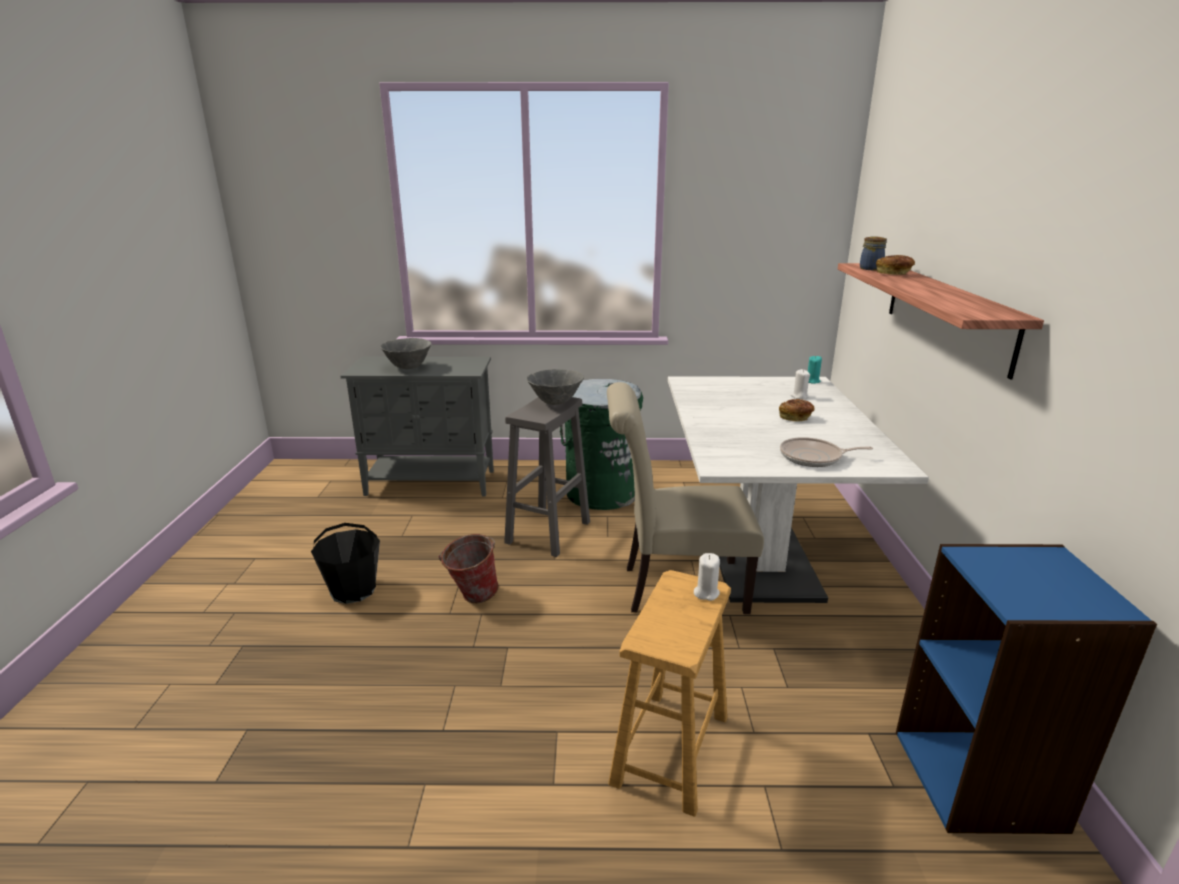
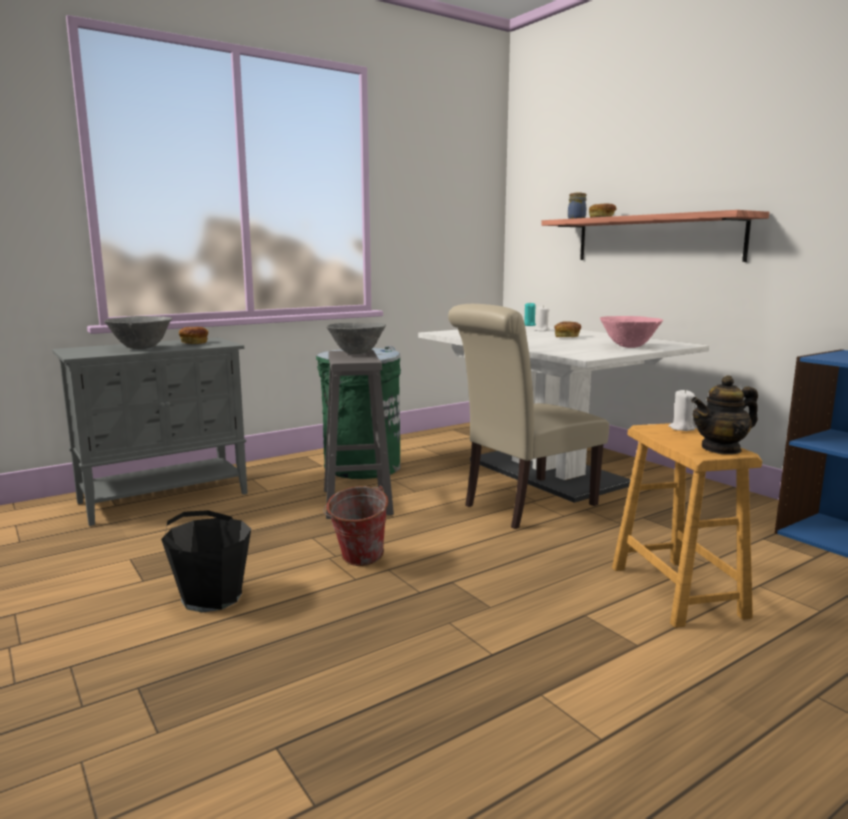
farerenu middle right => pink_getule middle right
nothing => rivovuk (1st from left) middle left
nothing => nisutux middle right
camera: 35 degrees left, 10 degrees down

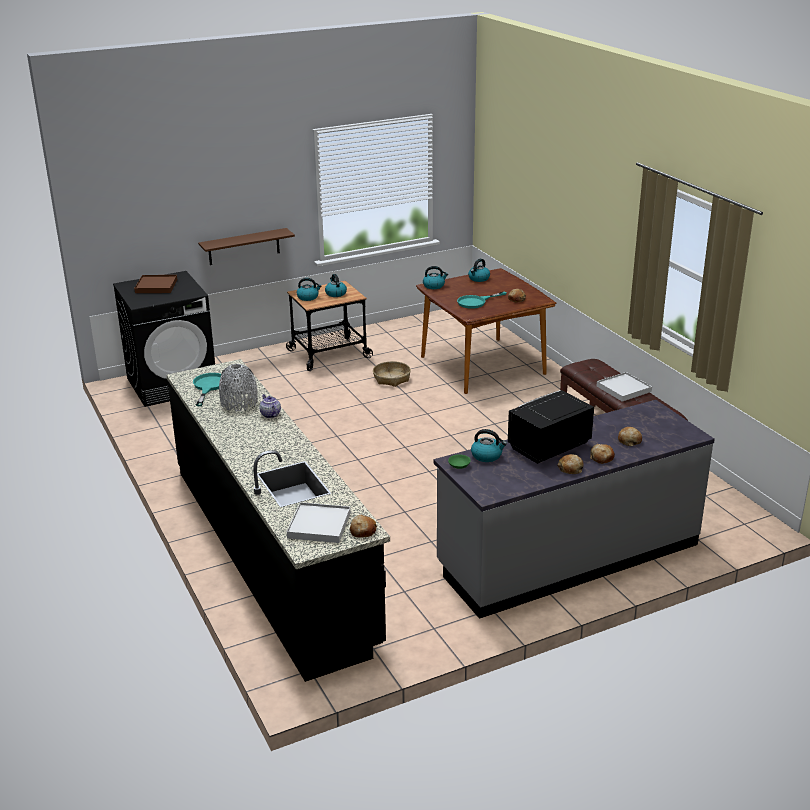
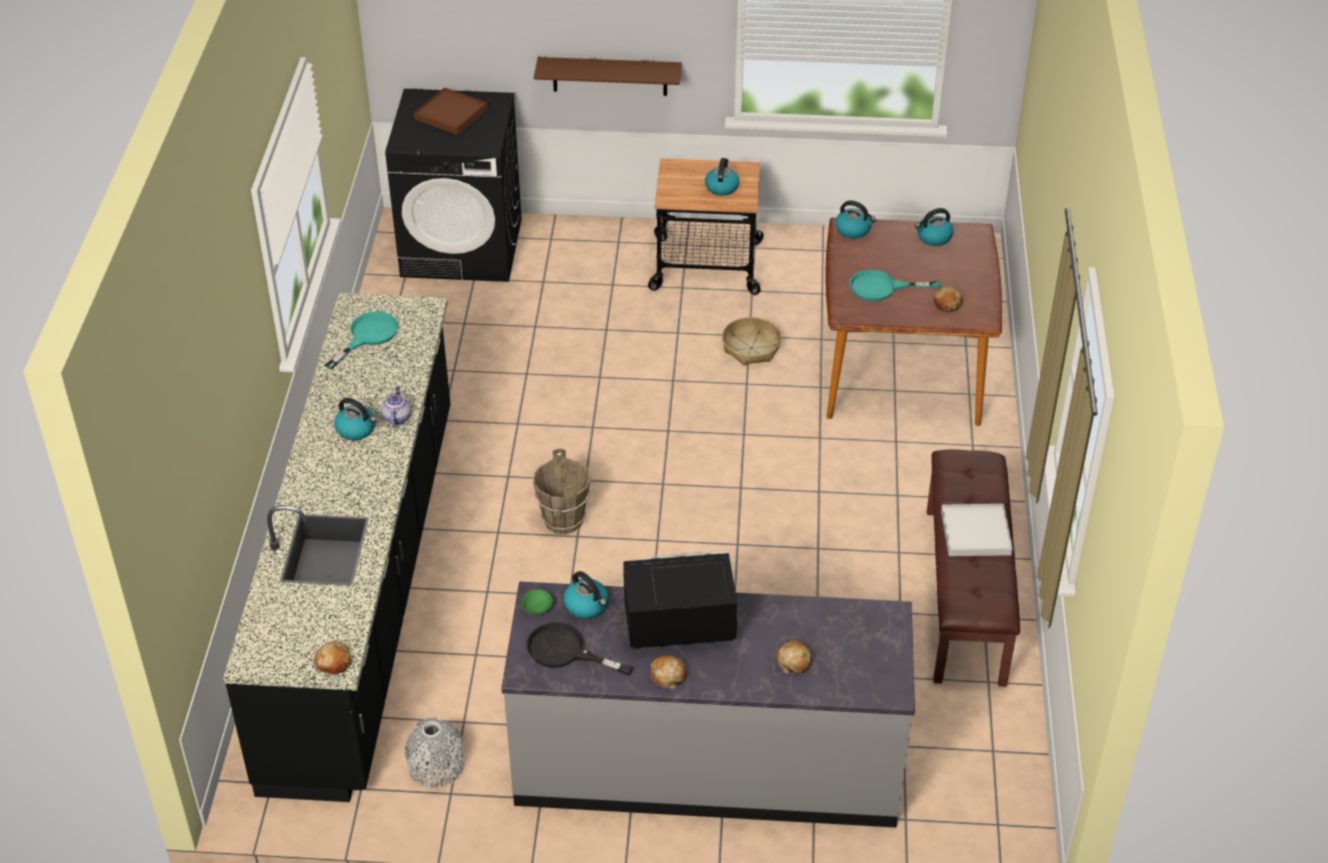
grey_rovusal middle left => grey_rovusal bottom left, move
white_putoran (1st from left) centre => nothing
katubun (1st from left) centre => katubun (1st from left) middle left, move
rivovuk (4th from left) middle right => nothing
nothing => black_farerenu bottom centre
nothing => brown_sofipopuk centre
camera: 30 degrees right, 15 degrees up

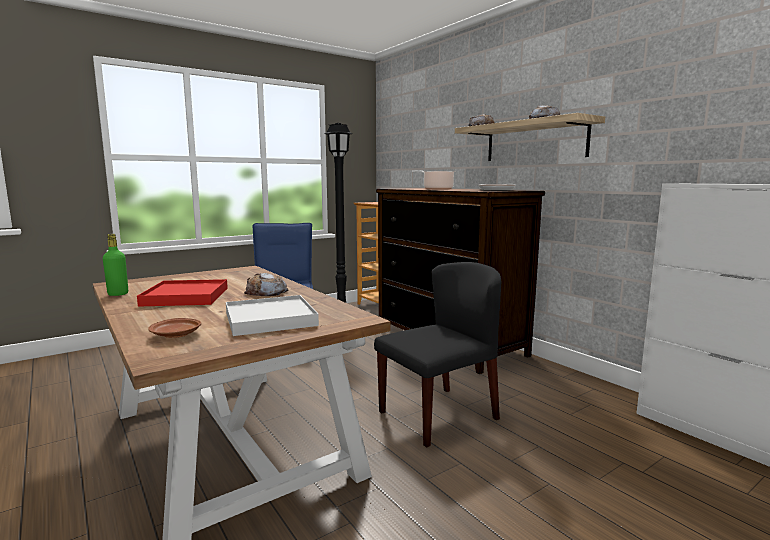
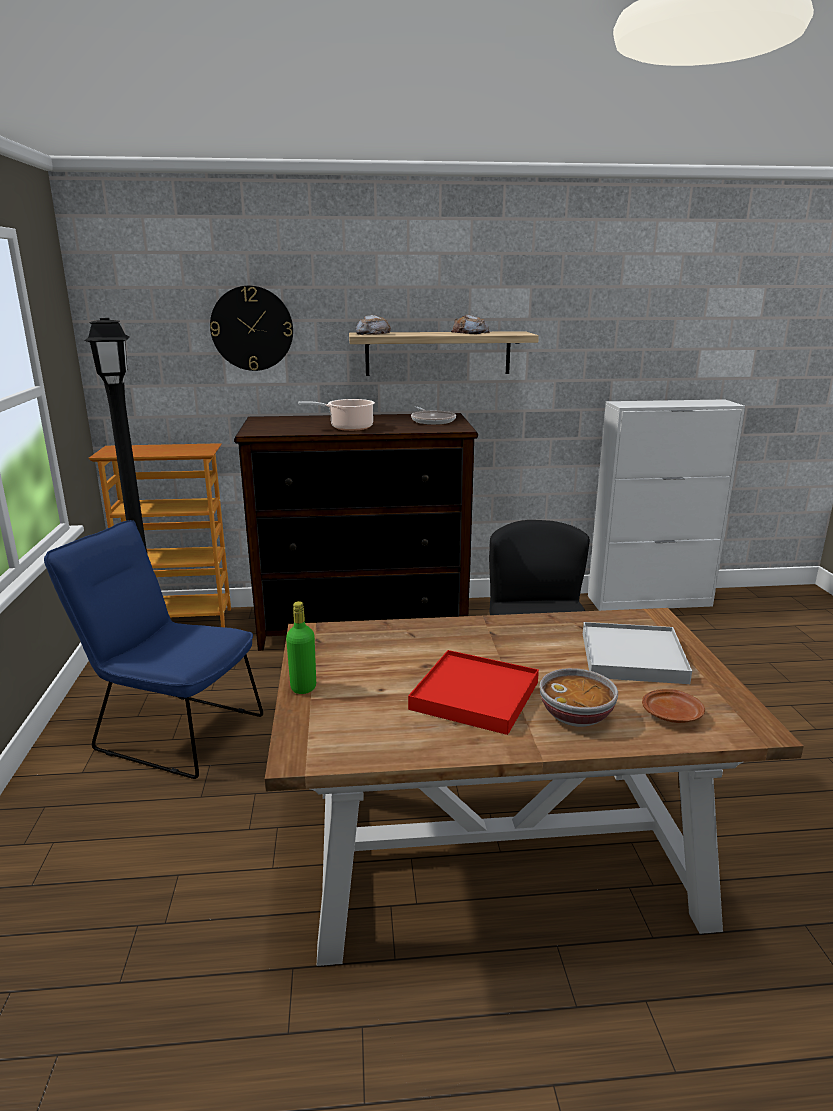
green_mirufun middle left => green_mirufun centre, move
rivovuk (1st from left) centre => nothing
nothing => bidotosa top left
nothing => getule middle right
camera: 60 degrees left, 10 degrees up

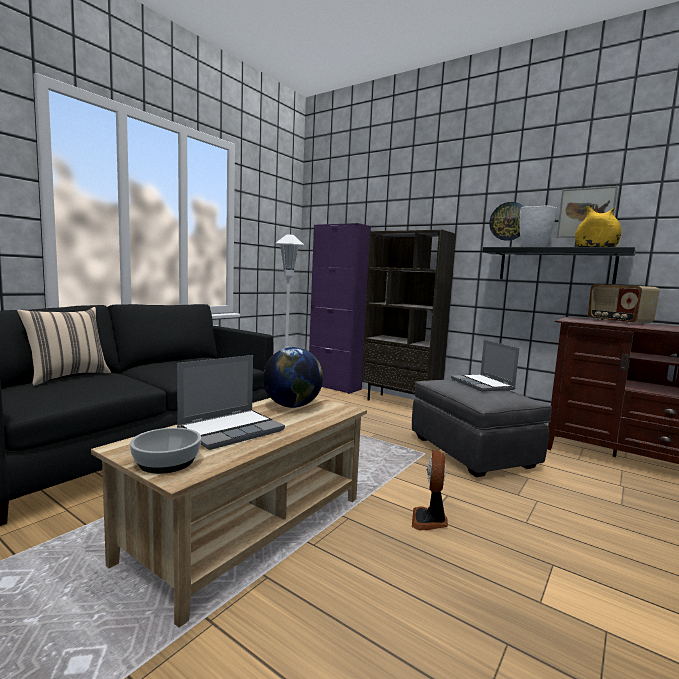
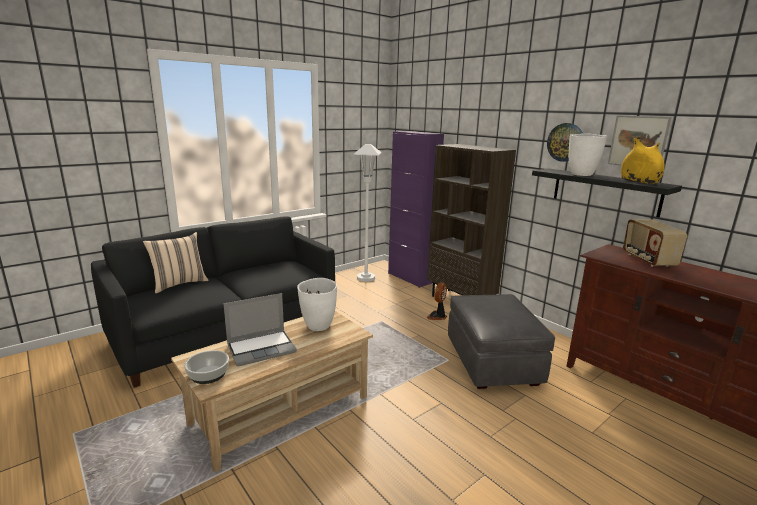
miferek centre => white_rovusal (1st from left) centre
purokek bottom centre => purokek centre, move
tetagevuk (2nd from left) middle right => nothing
camera: 15 degrees right, 10 degrees up

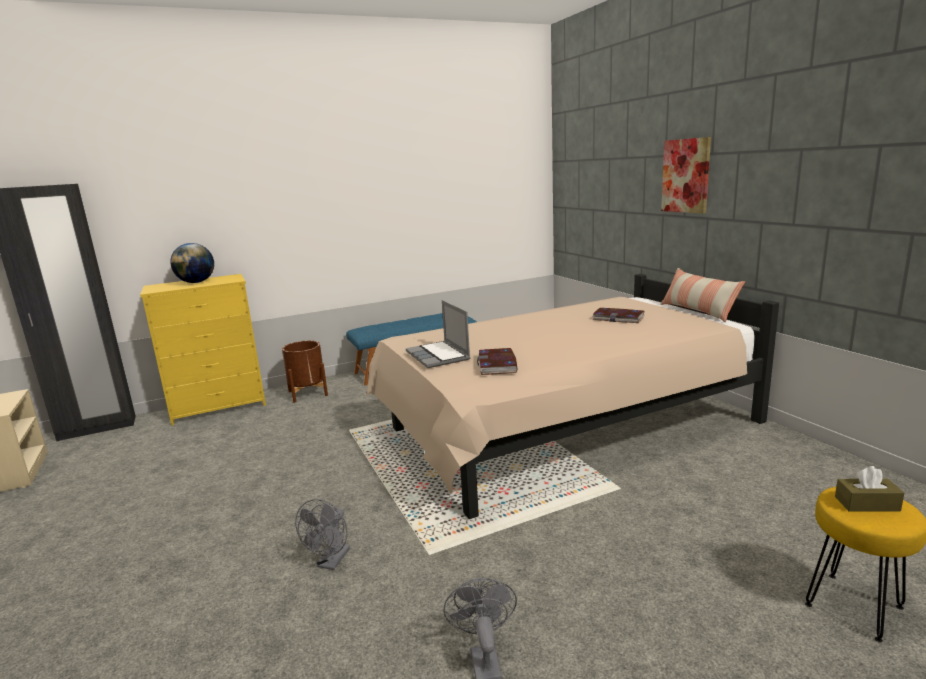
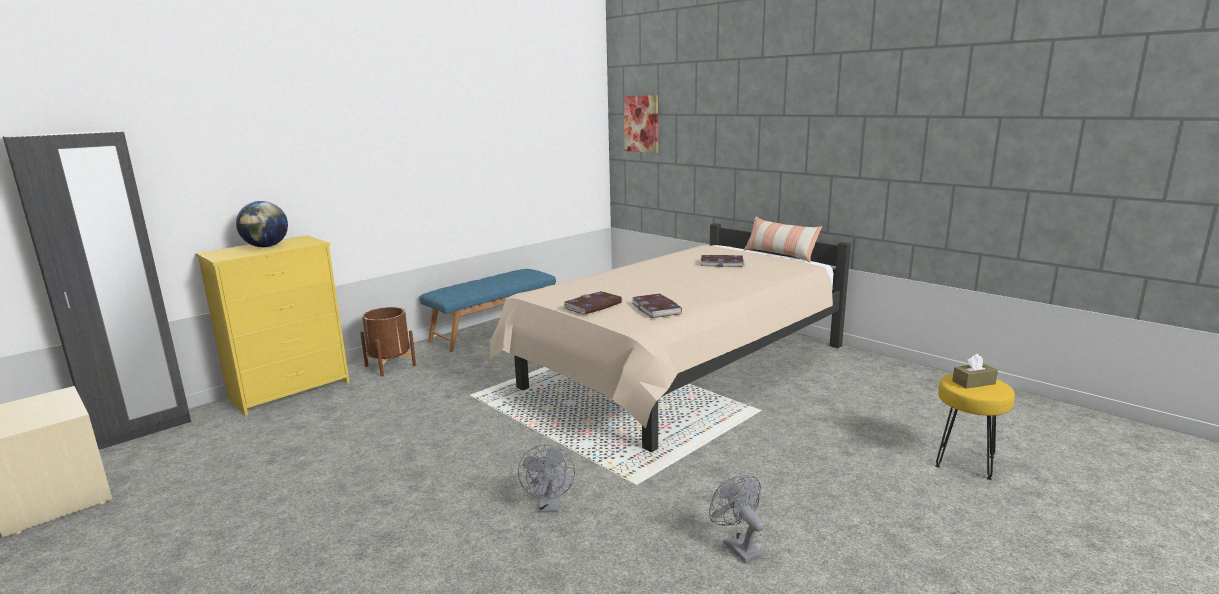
tetagevuk centre => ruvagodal (1st from left) centre
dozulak top right => dozulak top centre, move
camera: 20 degrees left, 0 degrees up

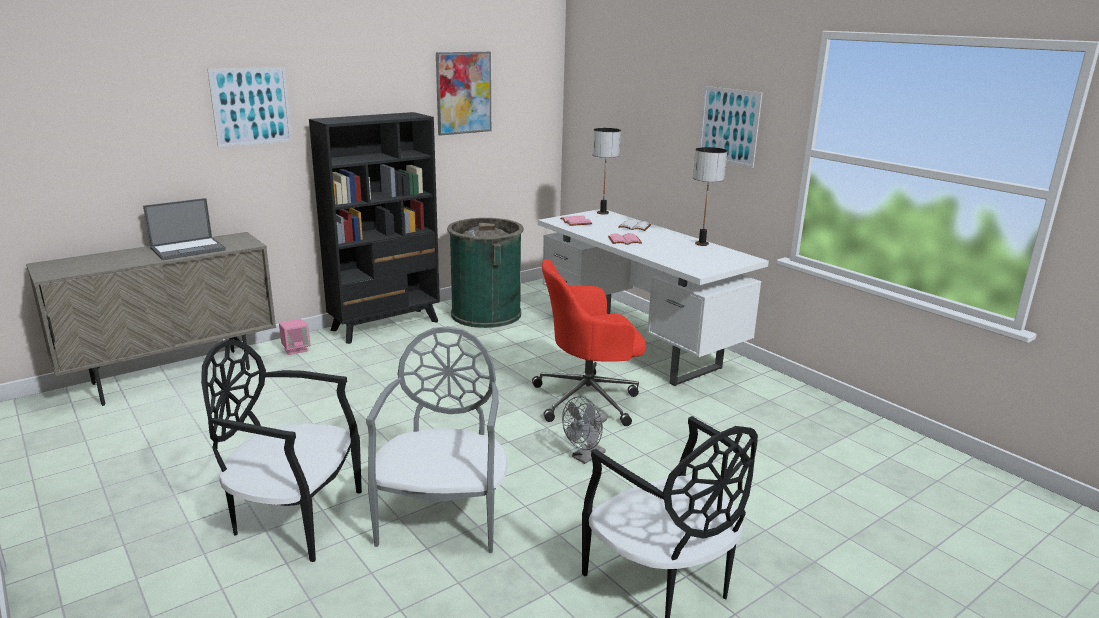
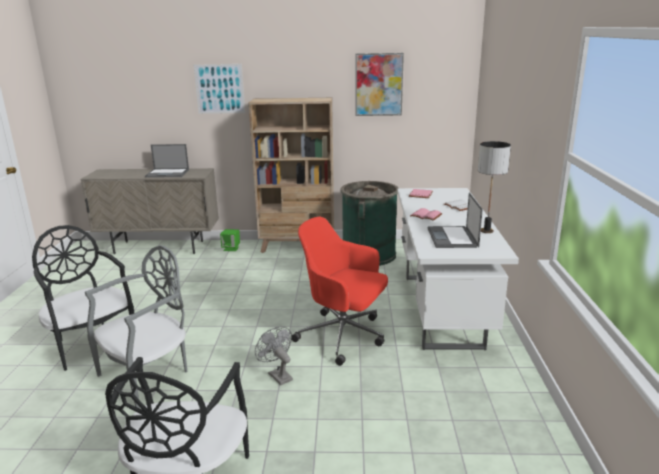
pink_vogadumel middle left => green_vogadumel centre
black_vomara centre => beige_vomara centre
grey_purokek bottom centre, 60 degrees clockwise
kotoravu (1st from left) top centre => nothing
dozulak (3rd from left) top centre => nothing
nothing => tetagevuk (2nd from left) middle right
camera: 40 degrees right, 0 degrees up

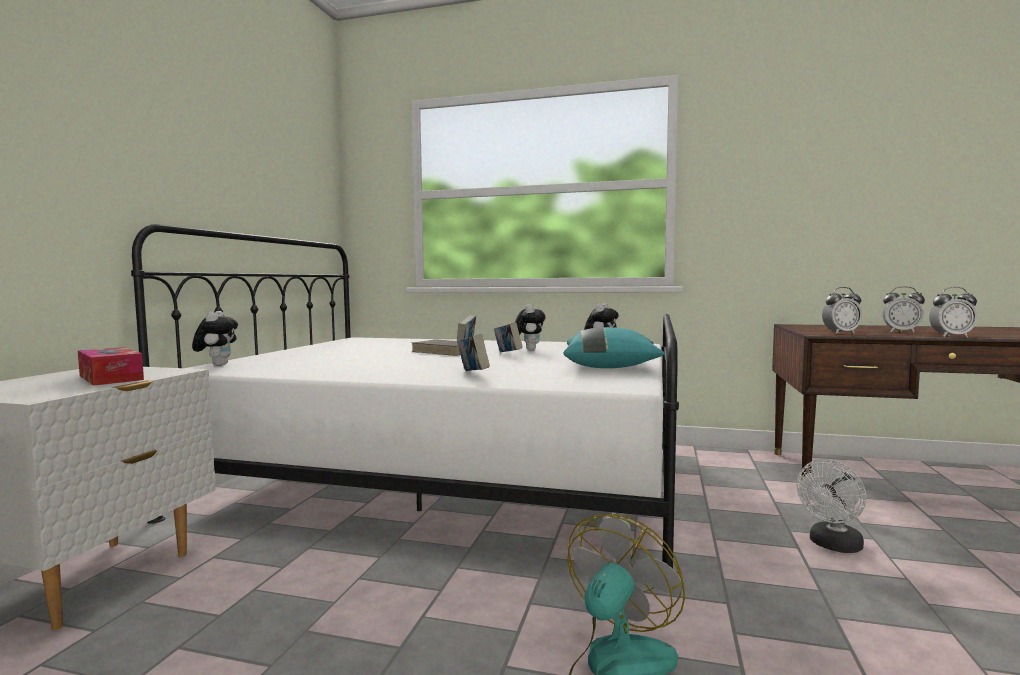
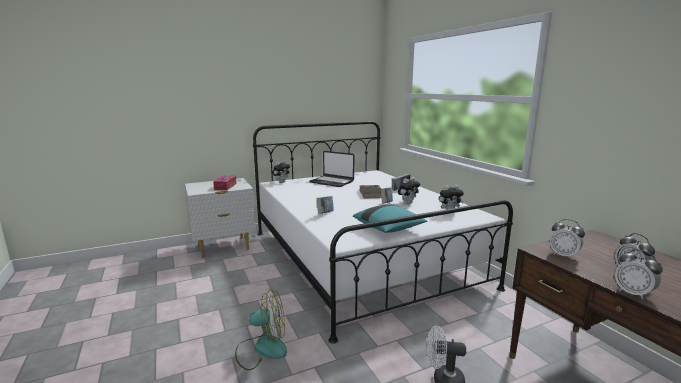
nothing => tetagevuk centre
camera: 50 degrees right, 10 degrees up

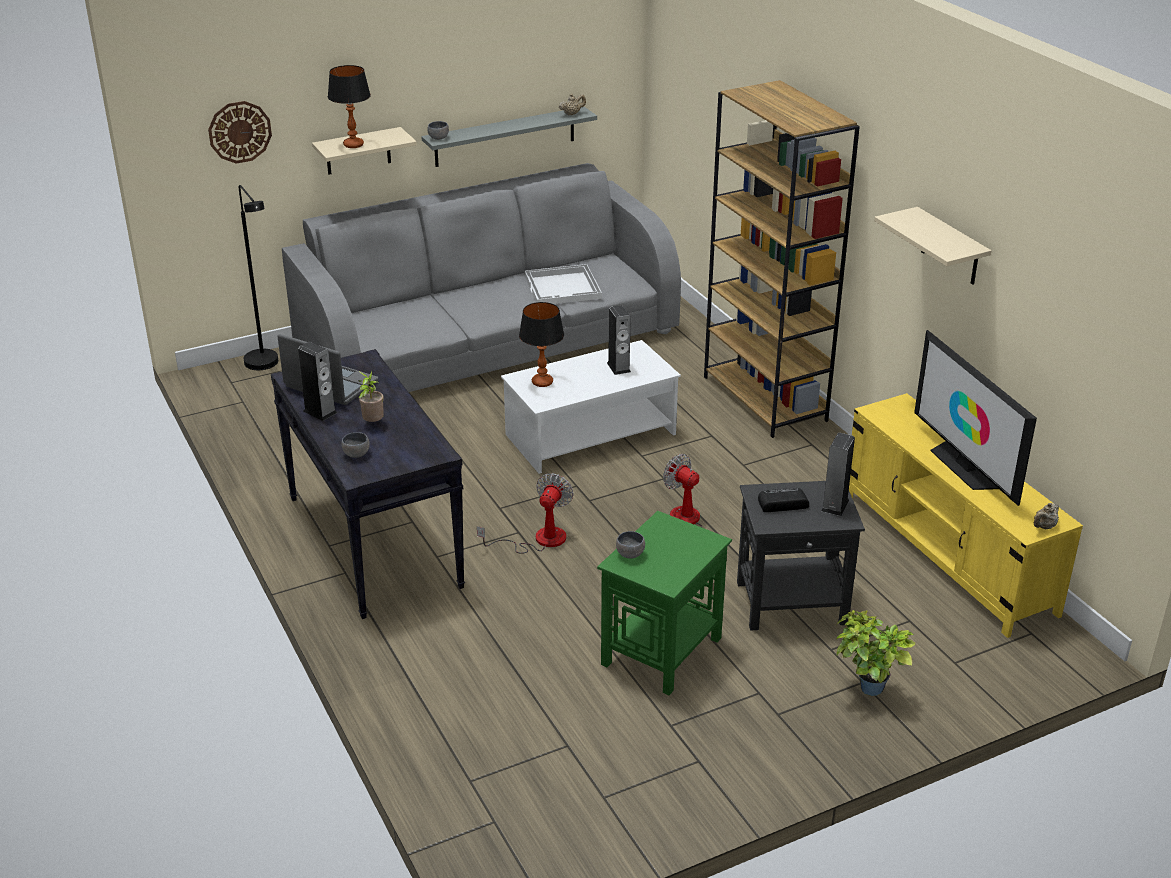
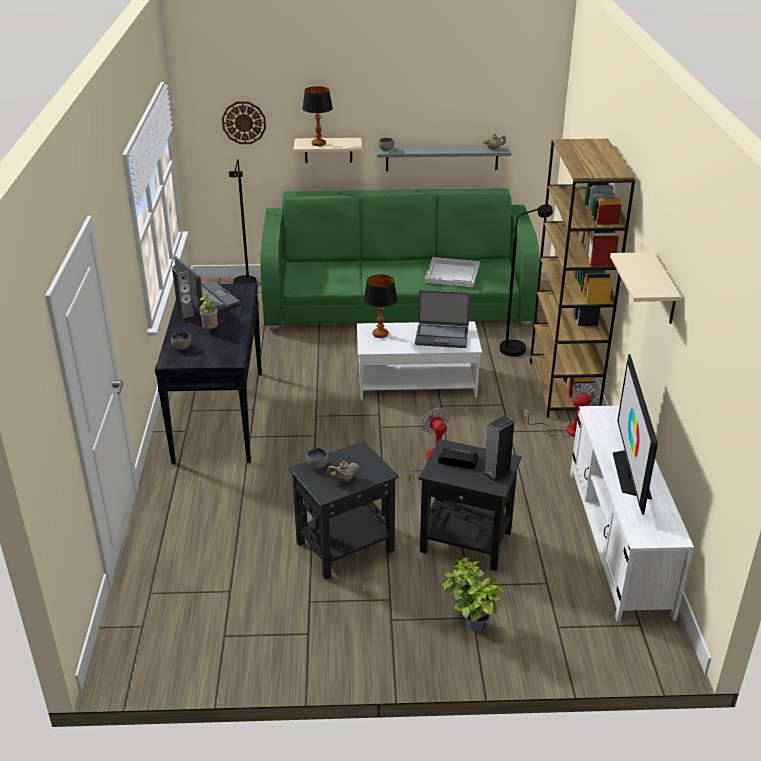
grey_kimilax top centre => green_kimilax centre
purokek (1st from left in the first image) centre => purokek (2nd from left) middle right, move
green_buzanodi bottom centre => black_buzanodi (1st from left) bottom centre
vogadumel (2nd from left) centre => tetagevuk (2nd from left) centre
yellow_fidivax middle right => white_fidivax bottom right
beige_nisutux (2nd from left in the first image) middle right => beige_nisutux (1st from left) centre, move
nothing => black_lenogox (2nd from left) middle right
camera: 25 degrees right, 0 degrees up

